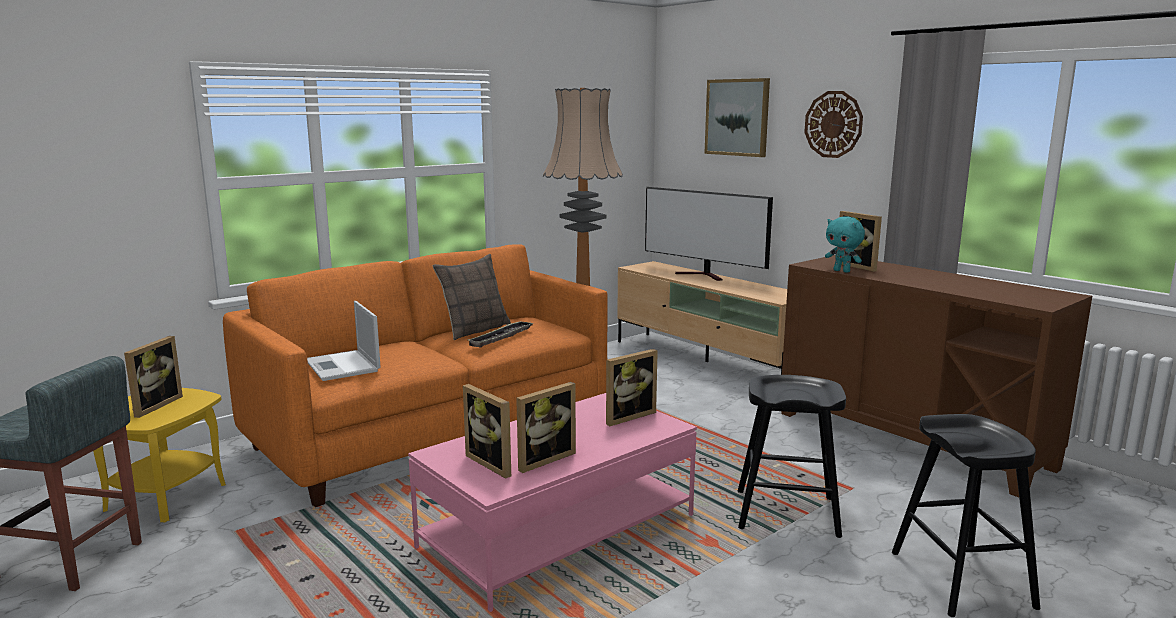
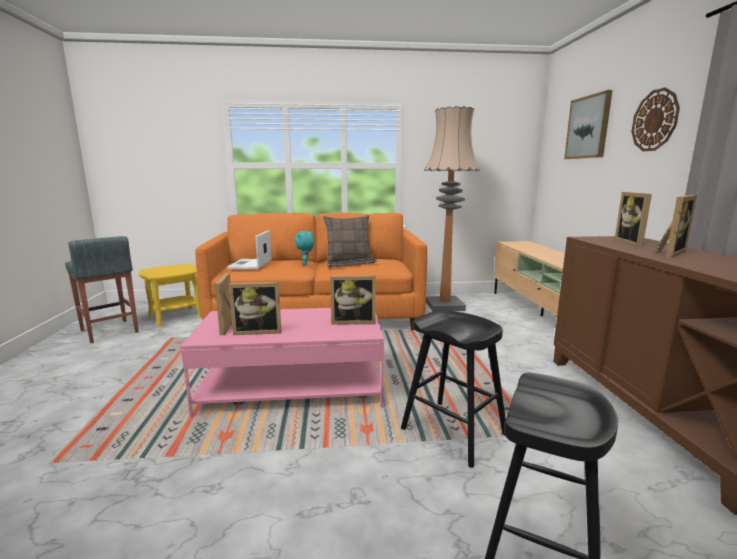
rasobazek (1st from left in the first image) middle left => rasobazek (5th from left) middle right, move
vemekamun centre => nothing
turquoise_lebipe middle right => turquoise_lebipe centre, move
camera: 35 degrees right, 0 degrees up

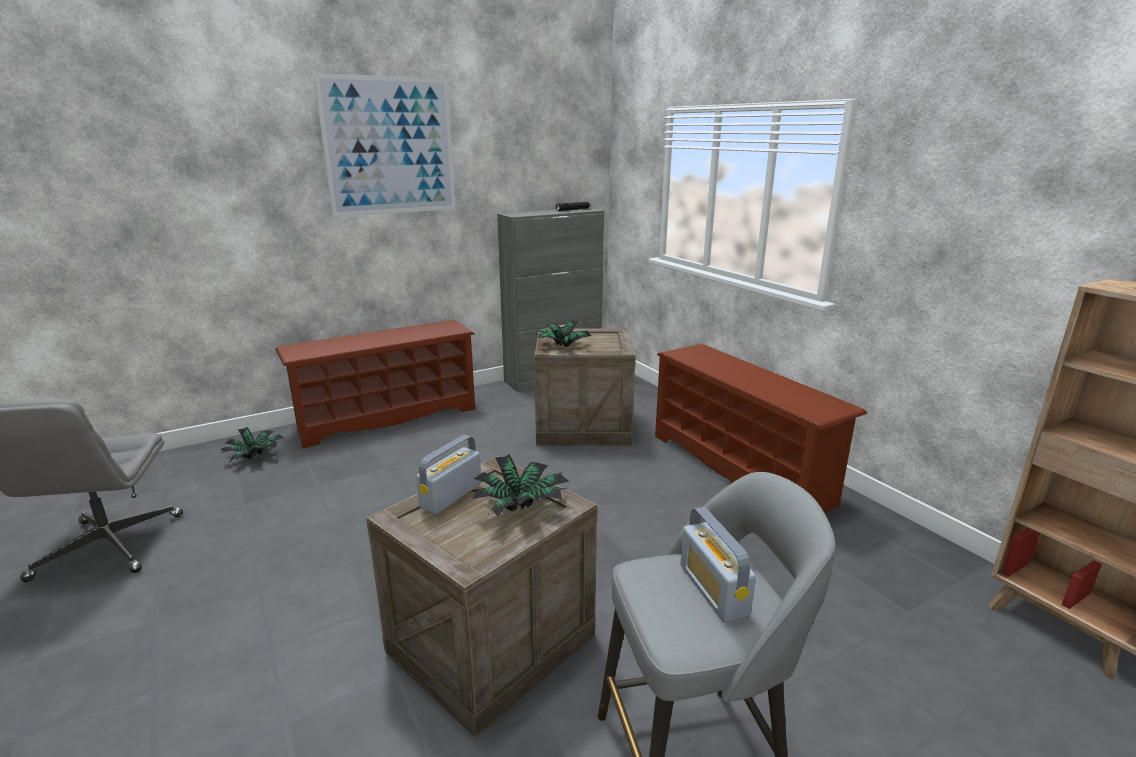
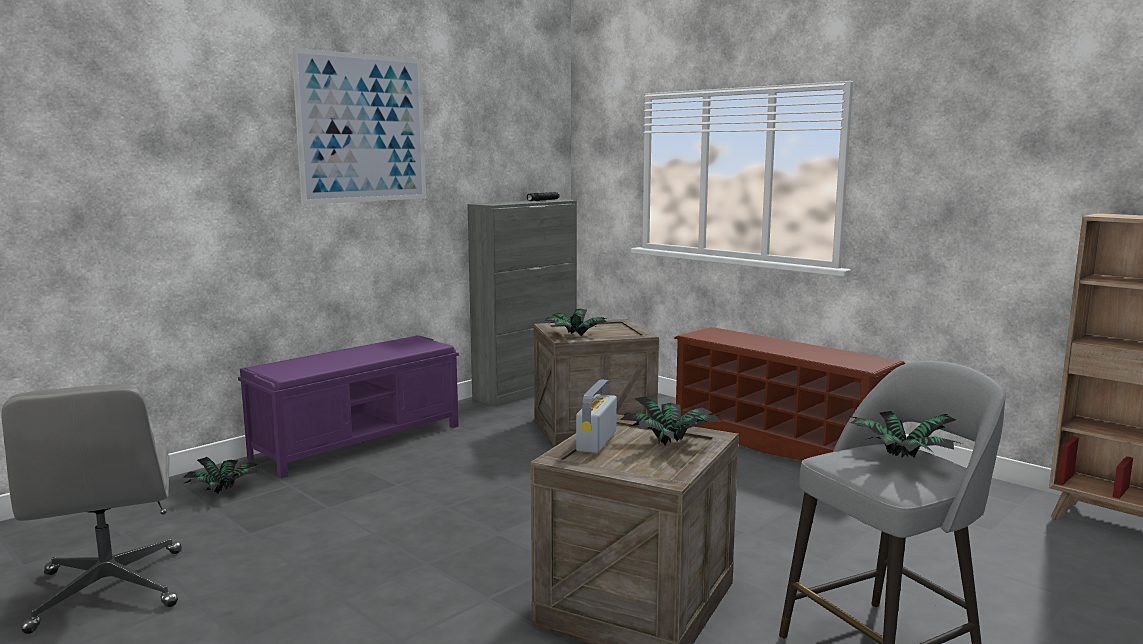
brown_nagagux (1st from left) middle left => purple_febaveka middle left
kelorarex (2nd from left) bottom centre => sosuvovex (4th from left) bottom right
camera: 15 degrees left, 10 degrees down

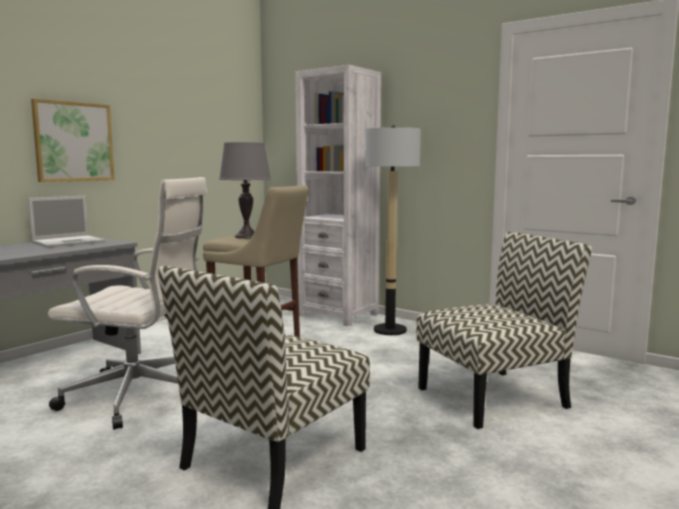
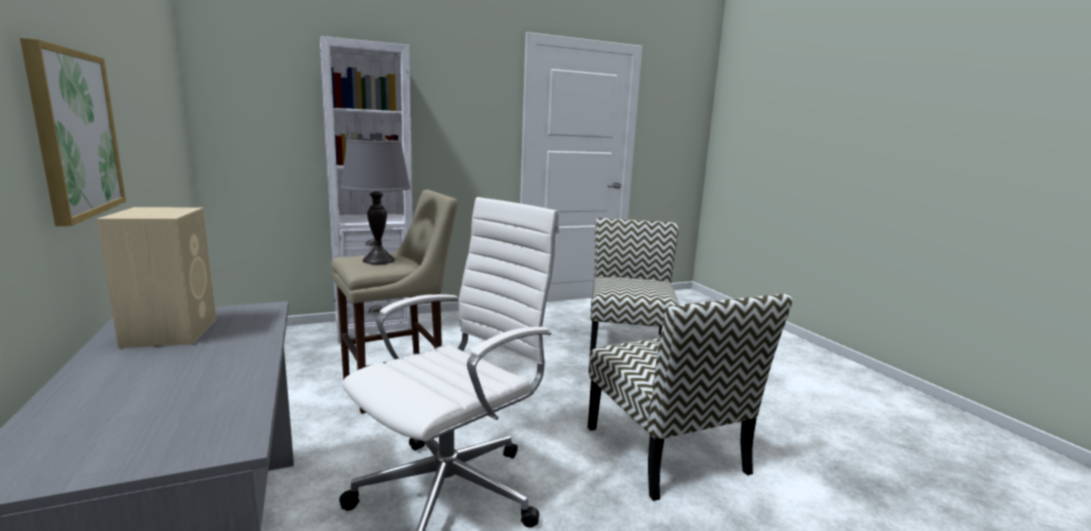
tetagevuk middle left => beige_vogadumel middle left
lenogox centre => nothing
camera: 60 degrees left, 5 degrees up

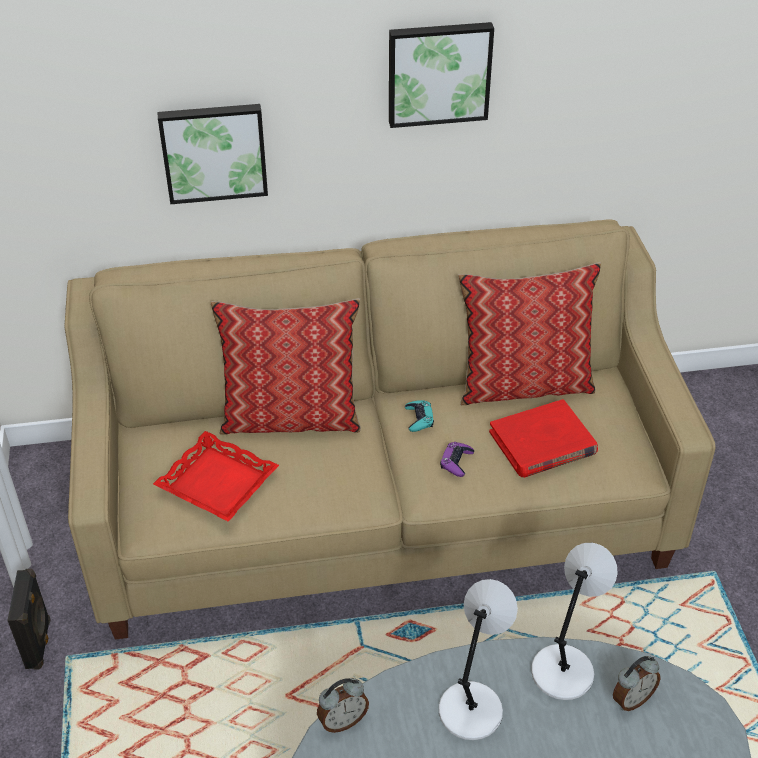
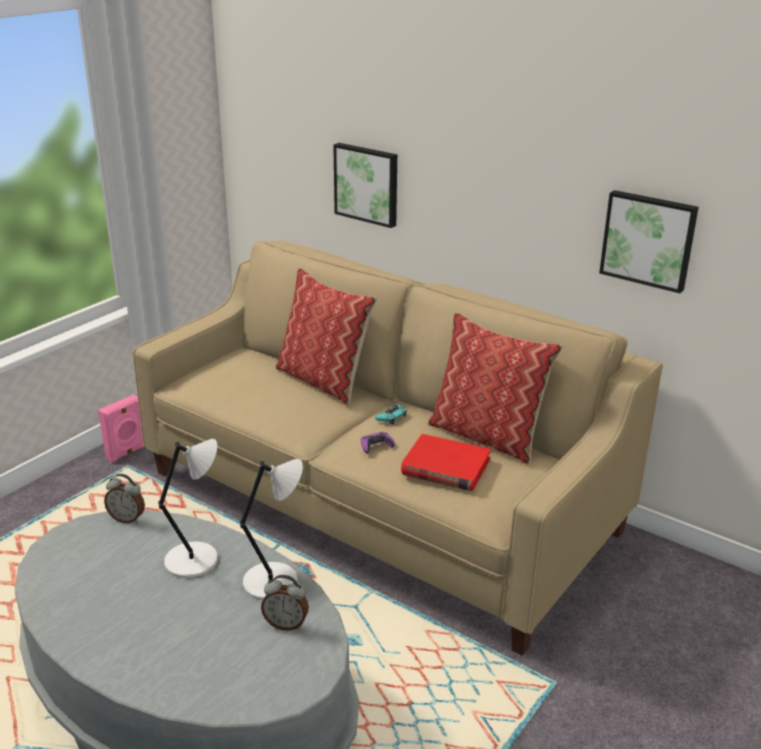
black_vogadumel bottom left => pink_vogadumel middle left
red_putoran middle left => nothing
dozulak (2nd from left) top centre => dozulak (2nd from left) top right, move
camera: 45 degrees right, 15 degrees down

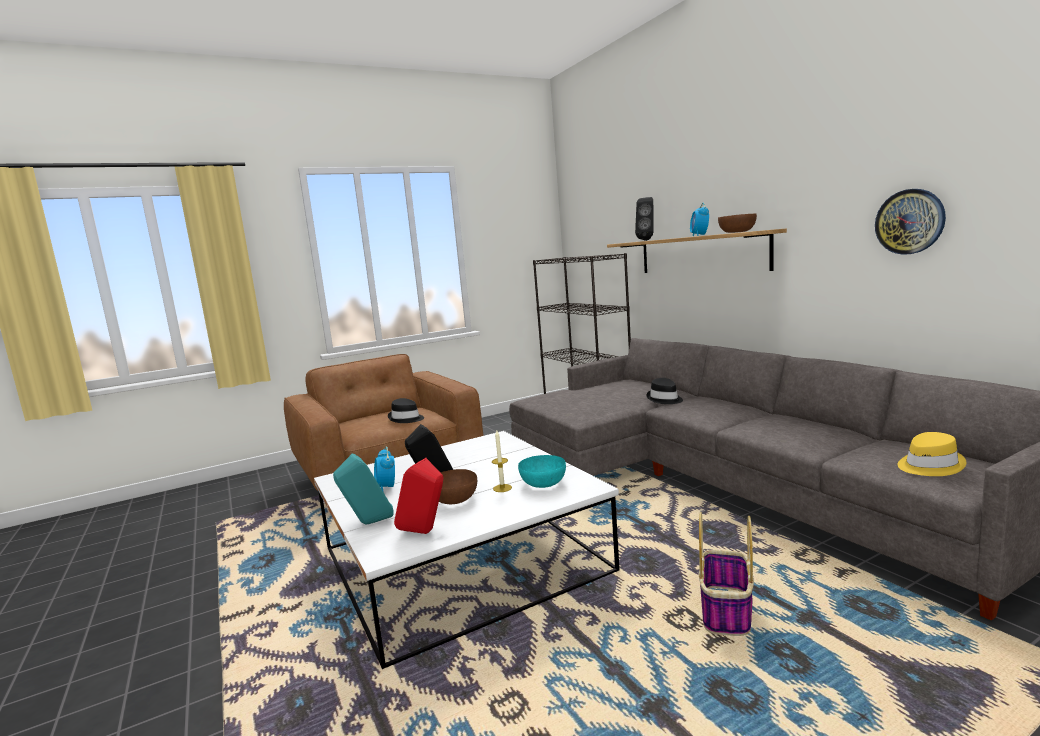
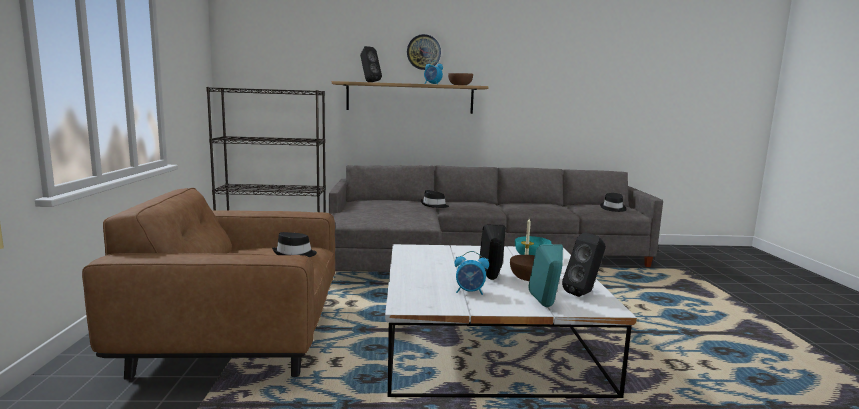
red_vogadumel bottom centre => black_vogadumel (3rd from left) middle right
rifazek bottom right => nothing
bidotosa top right => bidotosa top centre, move
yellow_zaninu middle right => black_zaninu (3rd from left) middle right
camera: 65 degrees left, 0 degrees up

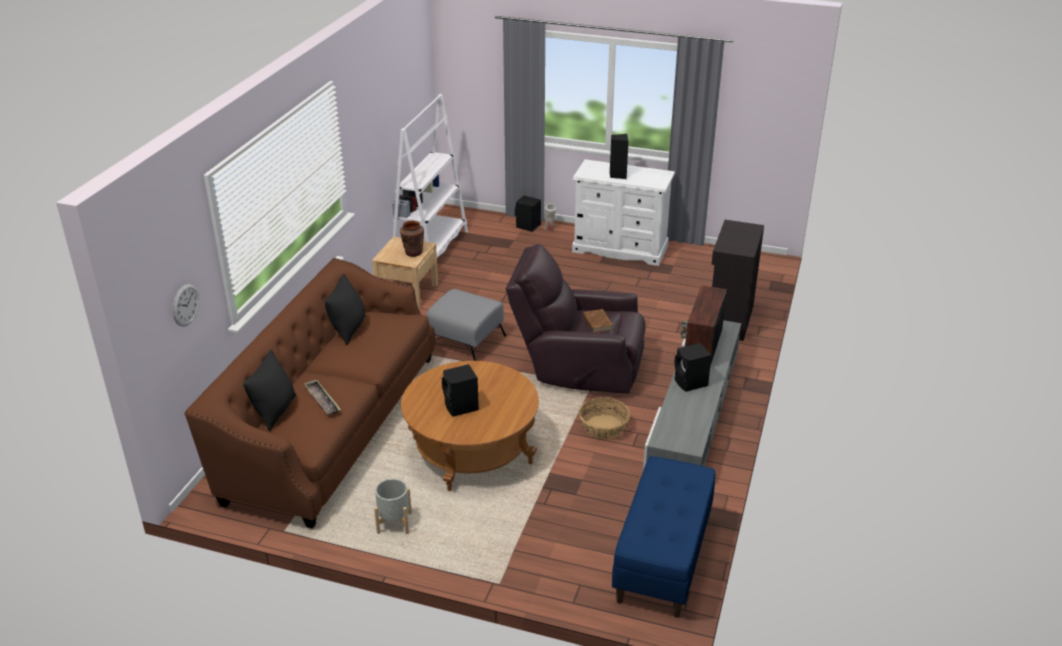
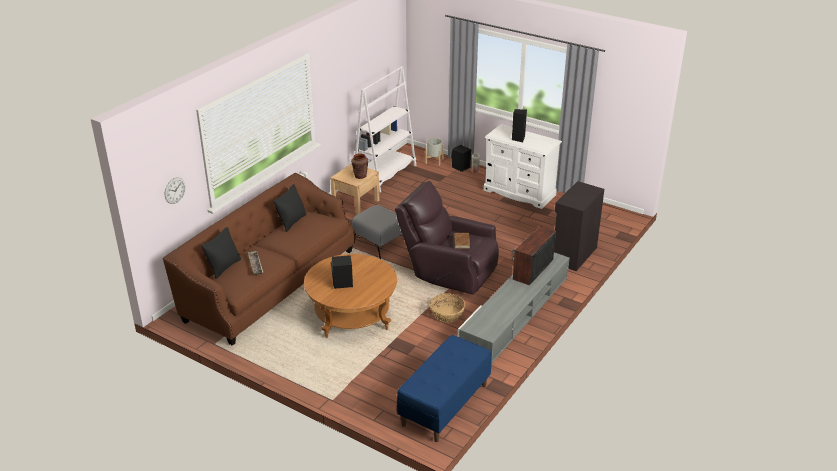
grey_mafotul bottom centre => grey_mafotul top centre, move
black_vogadumel (4th from left) centre => nothing
camera: 15 degrees right, 0 degrees up

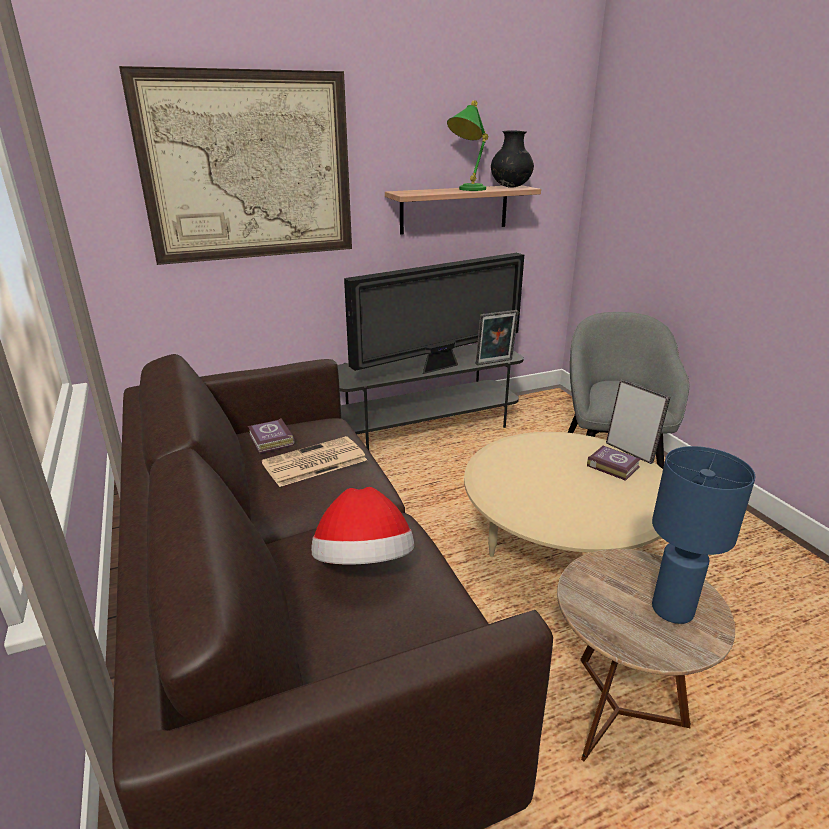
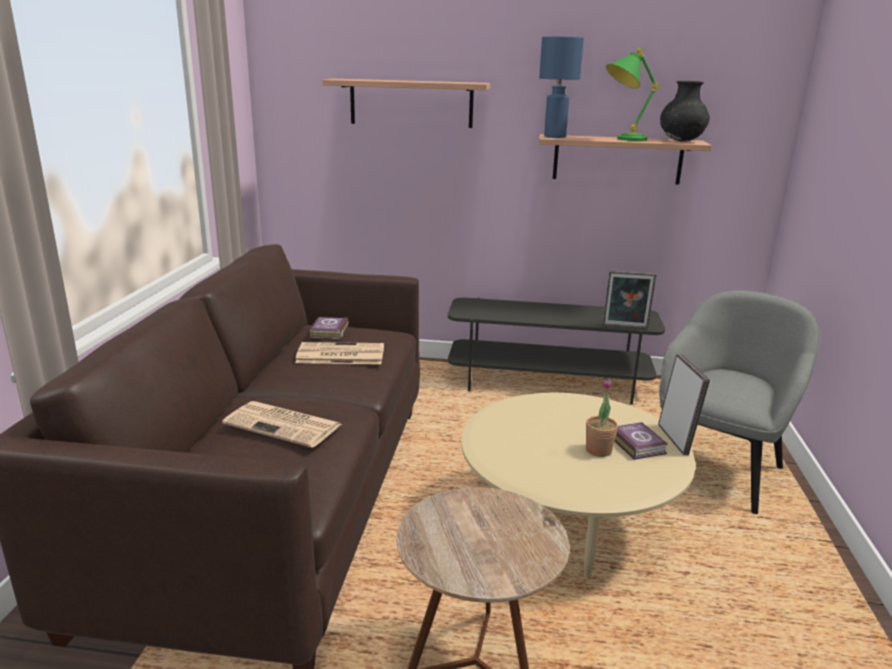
dozulak top left => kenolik (1st from left) top centre
zaninu centre => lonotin (1st from left) middle left
vemekamun centre => nothing
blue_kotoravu middle right => blue_kotoravu top centre, move
nothing => sosuvovex middle right
camera: 30 degrees right, 5 degrees down

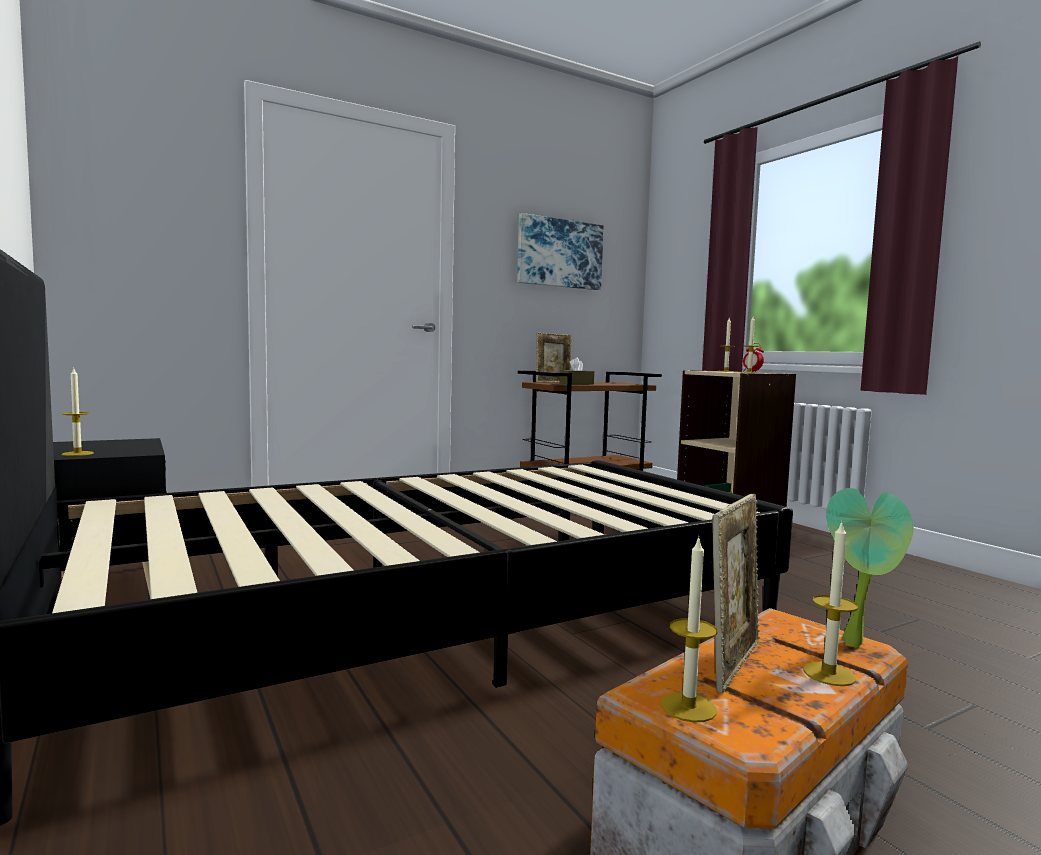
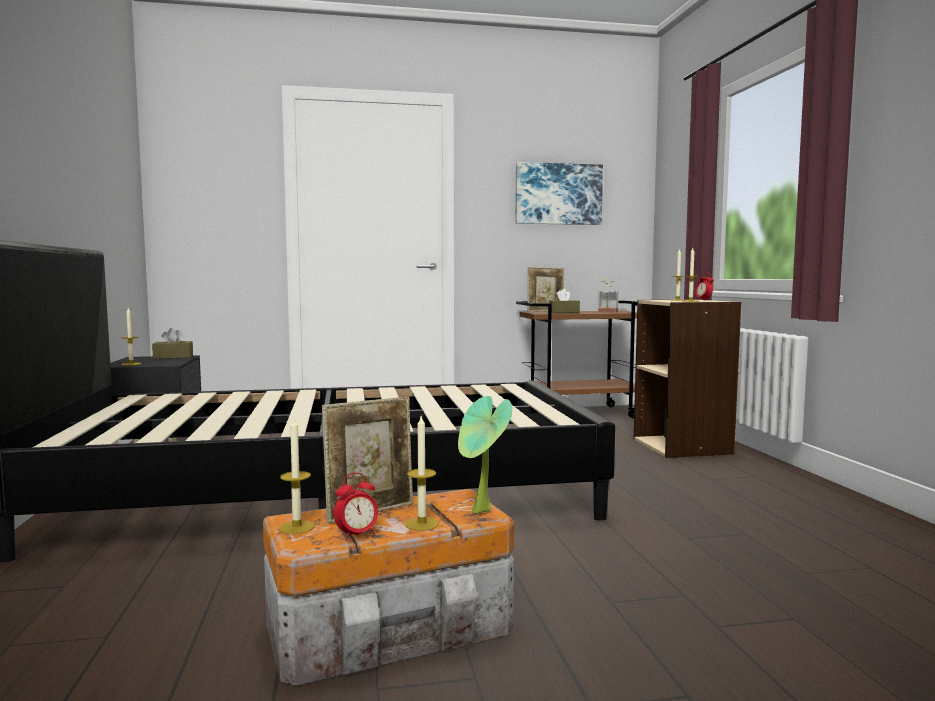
nothing => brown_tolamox (1st from left) middle left
nothing => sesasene (1st from left) bottom centre
nothing => sosuvovex (2nd from left) centre
camera: 20 degrees right, 0 degrees up

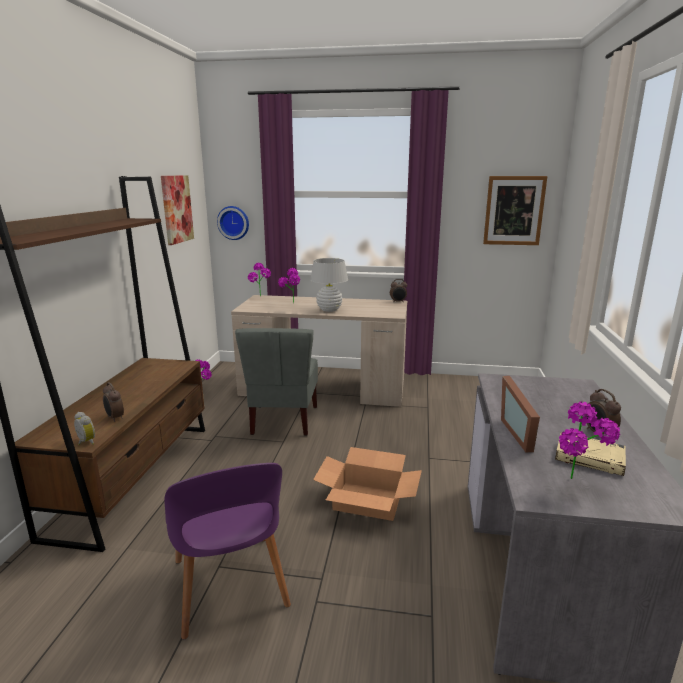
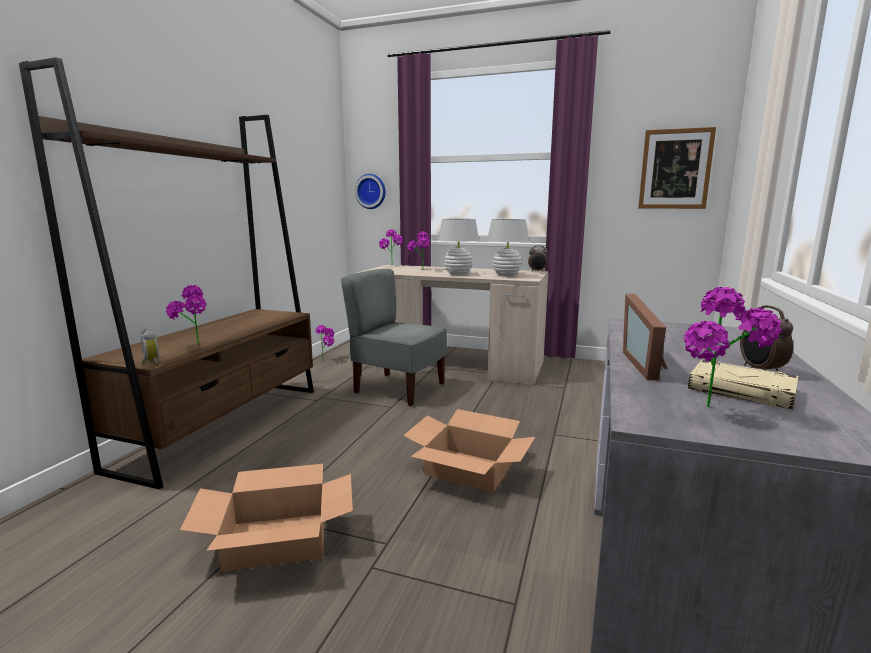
sesasene (2nd from left) middle left => sosuvovex (1st from left) middle left
dozulak (1st from left) top left => nothing
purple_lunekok bottom left => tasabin (1st from left) bottom left
grey_lunekok centre, 105 degrees clockwise
nothing => white_kotoravu (2nd from left) centre
camera: 10 degrees right, 5 degrees down

